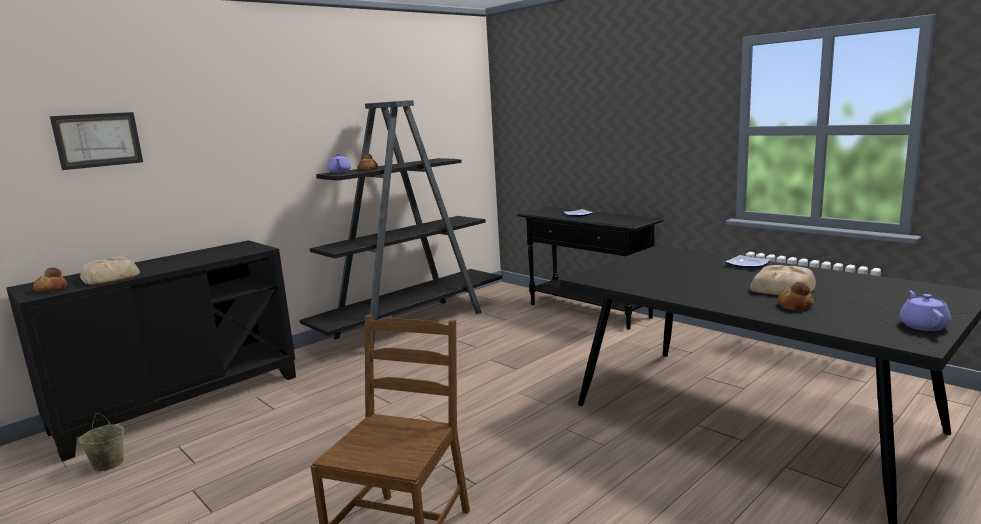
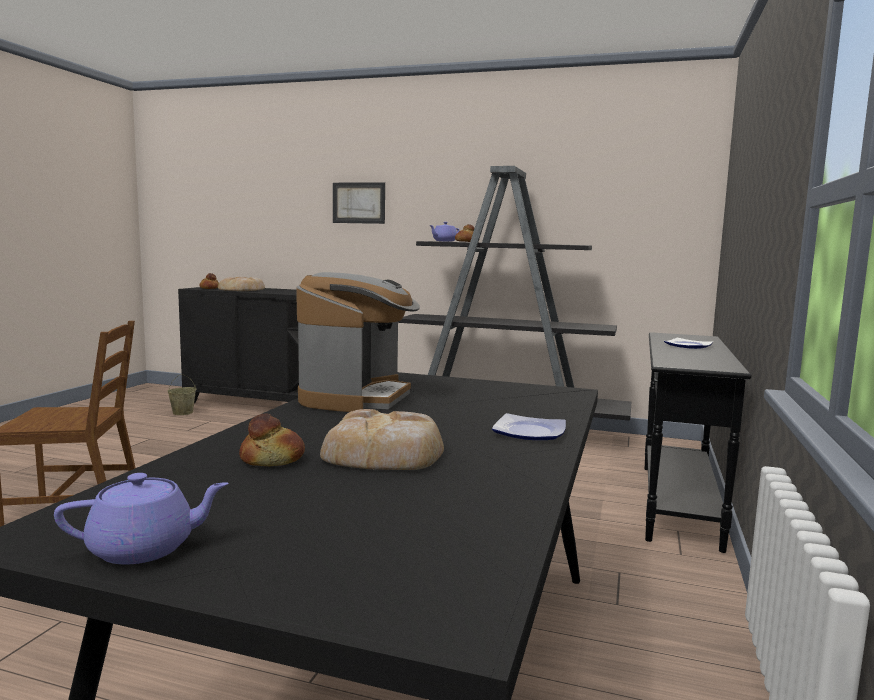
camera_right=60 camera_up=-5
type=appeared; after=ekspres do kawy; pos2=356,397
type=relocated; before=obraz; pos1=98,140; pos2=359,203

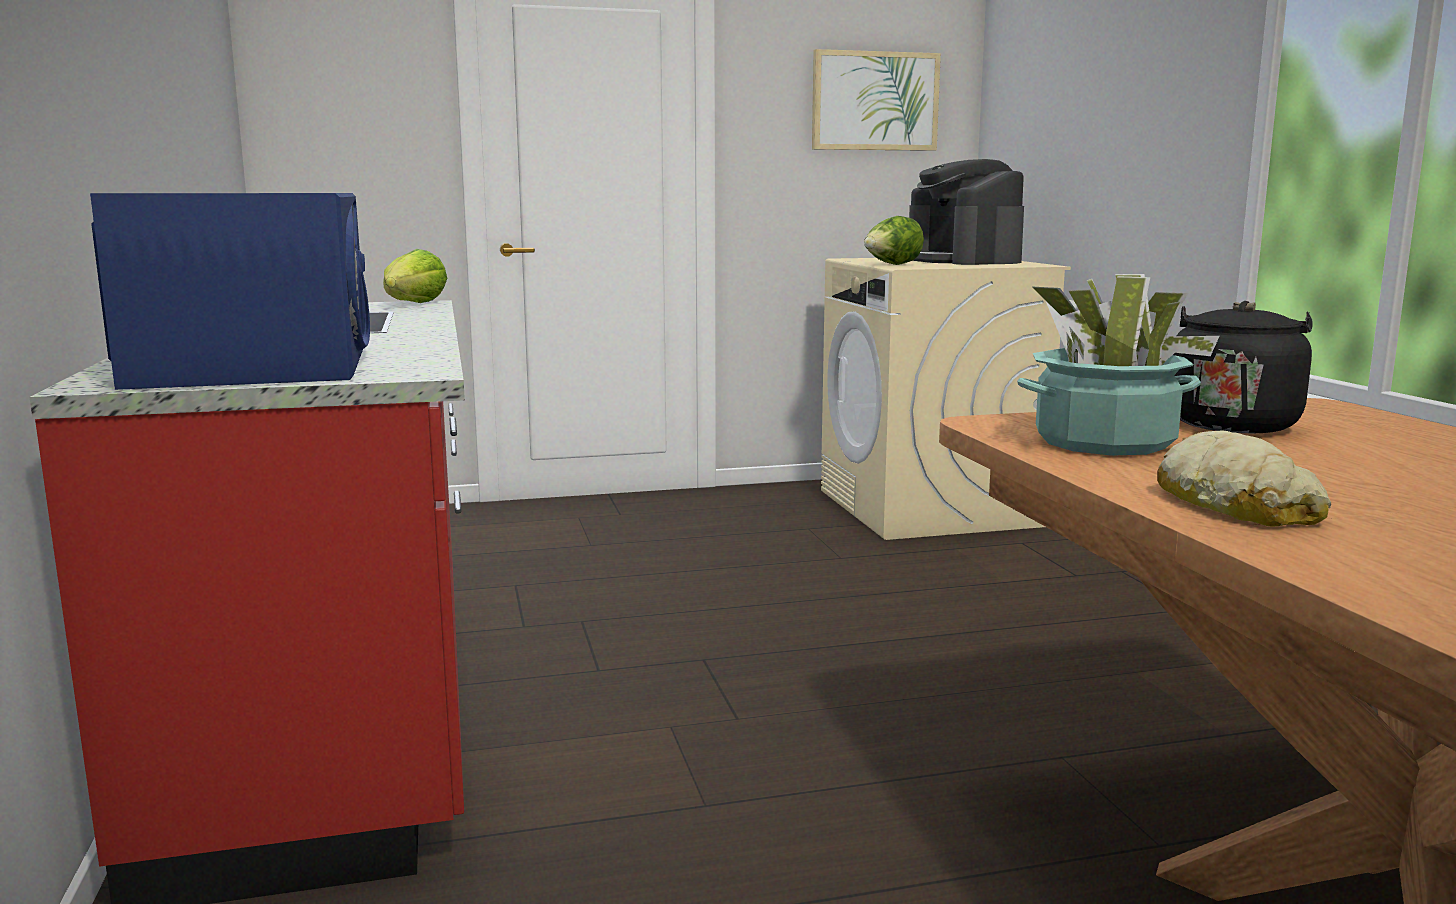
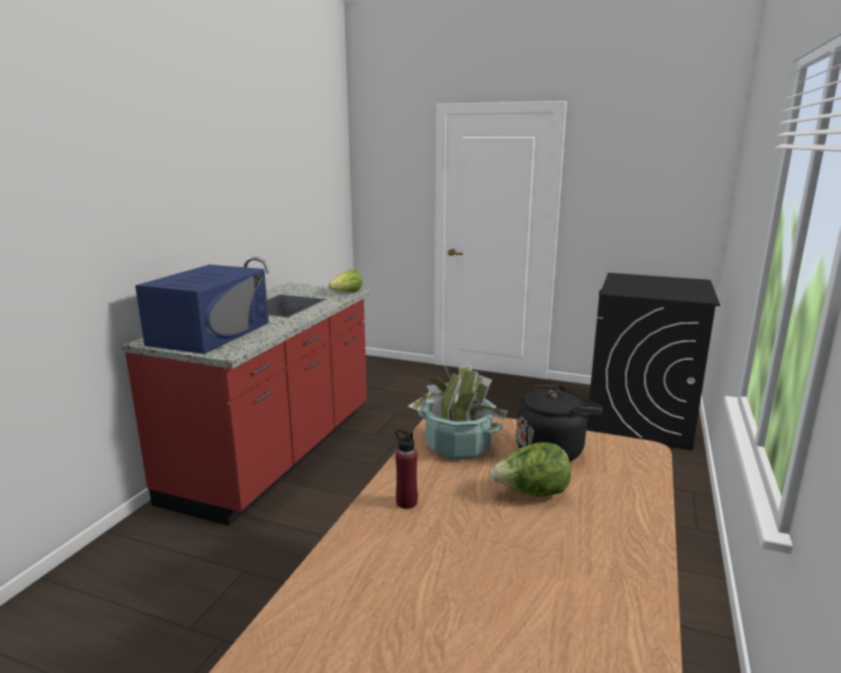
camera_right=35 camera_up=5
type=missing; before=obraz; pos1=874,101
type=missing; before=ekspres do kawy; pos1=963,260
type=relocated; before=sałata; pos1=892,265; pos2=531,494
type=exchanged; before=chleb; after=butelka [czerwony]; pos1=1237,504; pos2=406,502
type=colour; before=pralka [beżowy]; after=pralka [czarny]; pos1=929,508; pos2=639,420

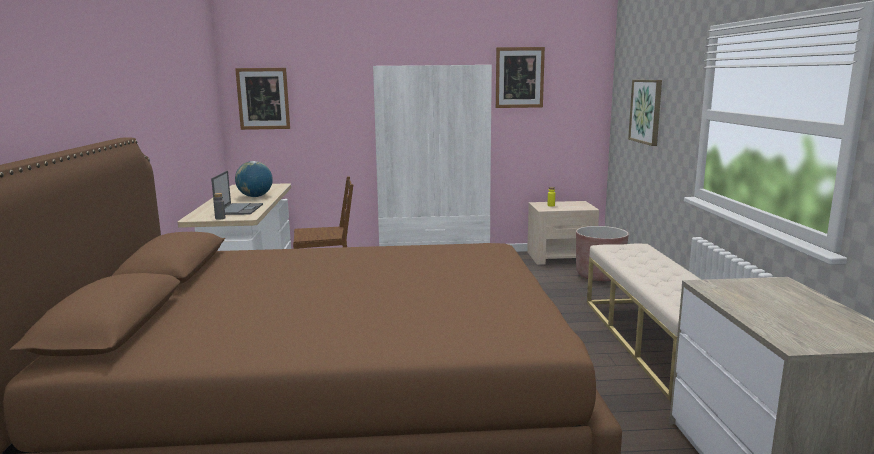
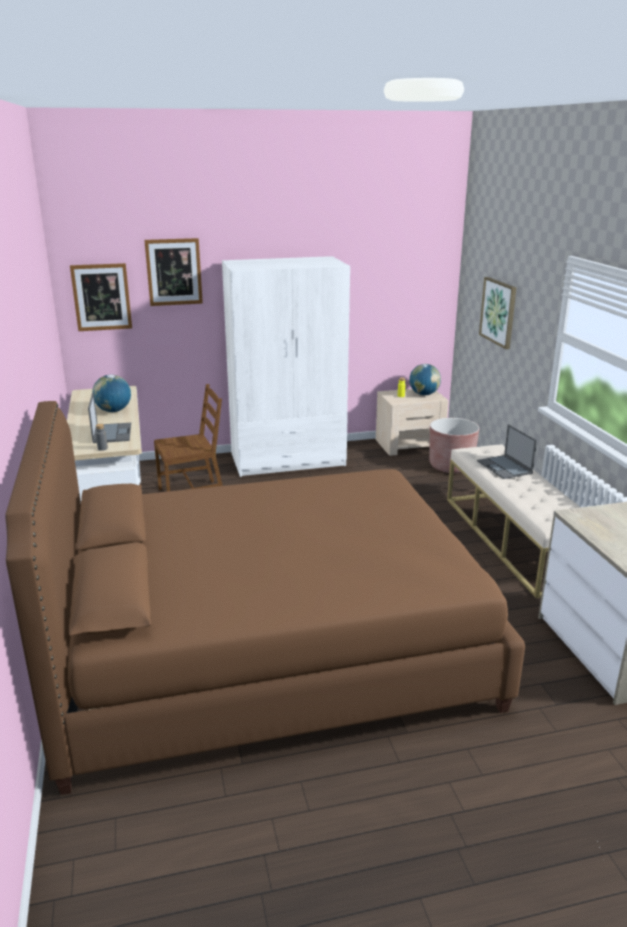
camera_right=-10 camera_up=10
type=appeared; after=globus; pos2=424,394
type=appeared; after=laptop; pos2=505,467
type=relocated; before=obraz; pos1=519,77; pos2=174,272

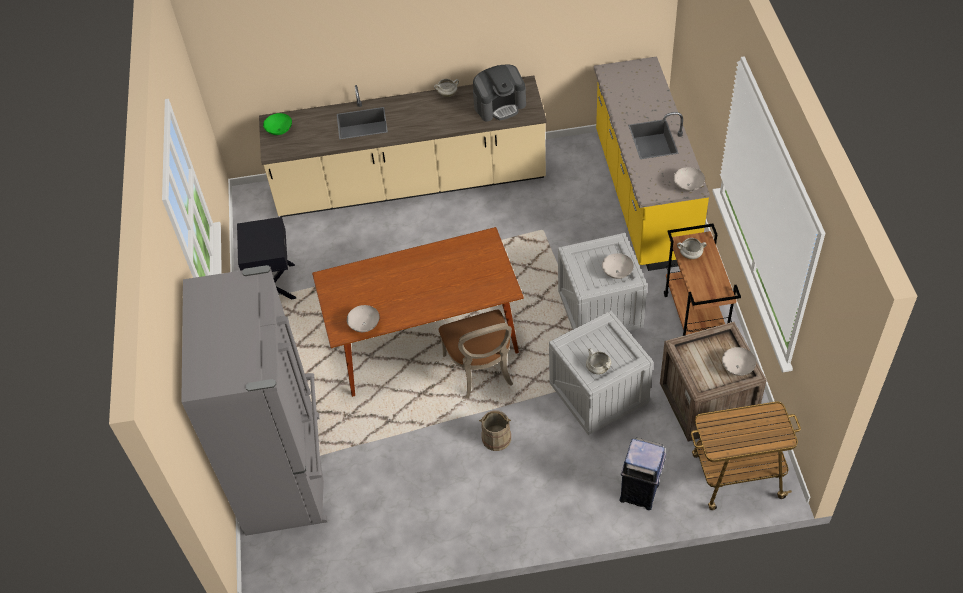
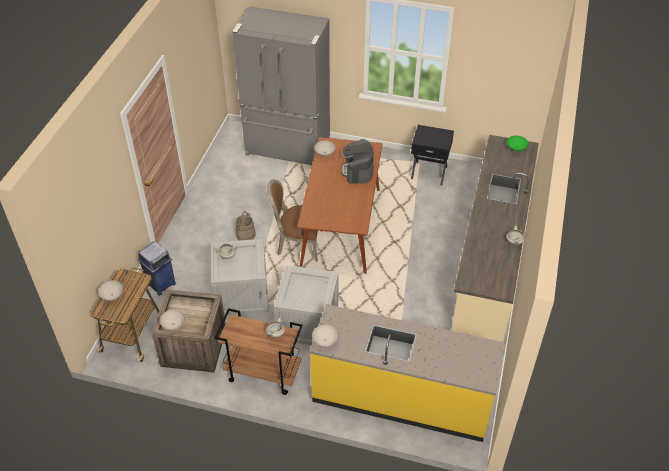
camera_right=110 camera_up=-5
type=relocated; before=ekspres do kawy; pos1=500,105; pos2=357,171
type=relocated; before=miska [biały]; pos1=617,272; pos2=112,296

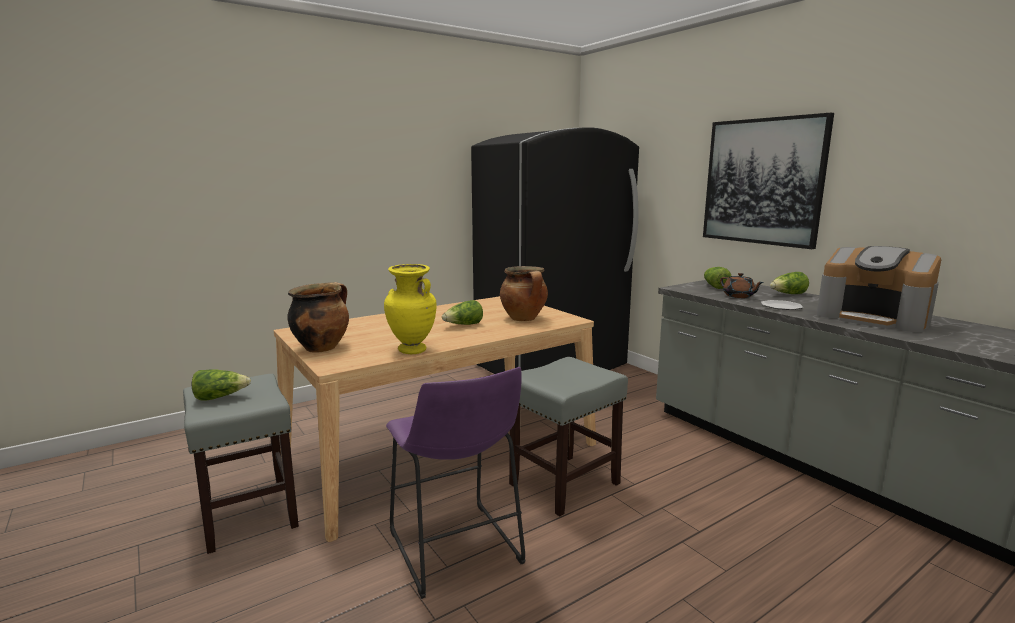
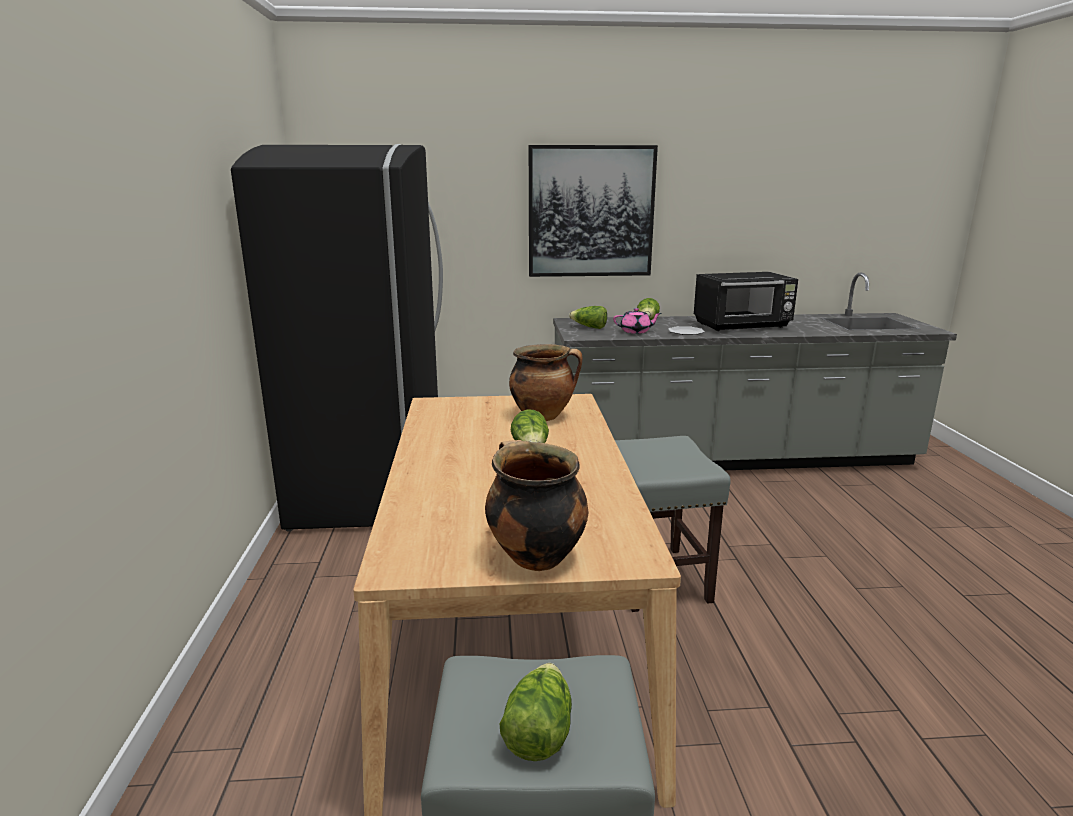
camera_right=-60 camera_up=5
type=missing; before=wazon [żółty]; pos1=412,350
type=missing; before=stołek [fioletowy]; pos1=456,552
type=exchanged; before=ekspres do kawy; after=mikrofalówka [czarny]; pos1=873,318; pos2=742,326
type=colour; before=imbryk [brązowy]; after=imbryk [różowy]; pos1=739,296; pos2=636,331

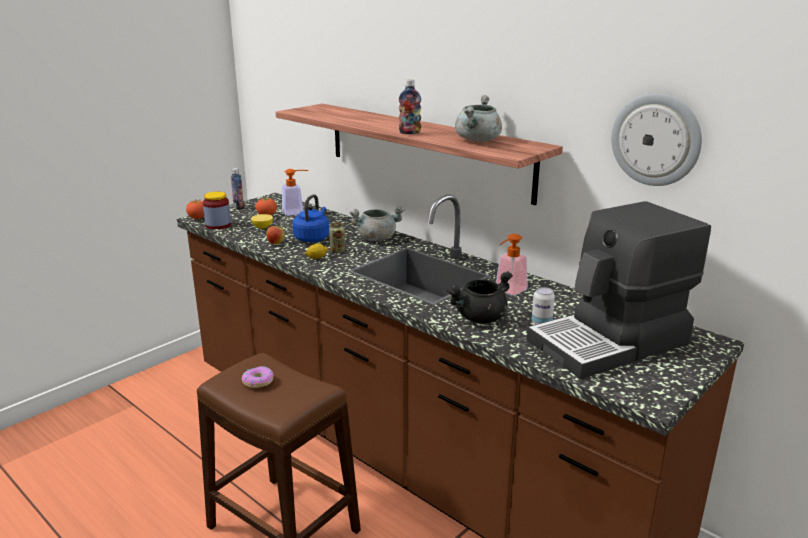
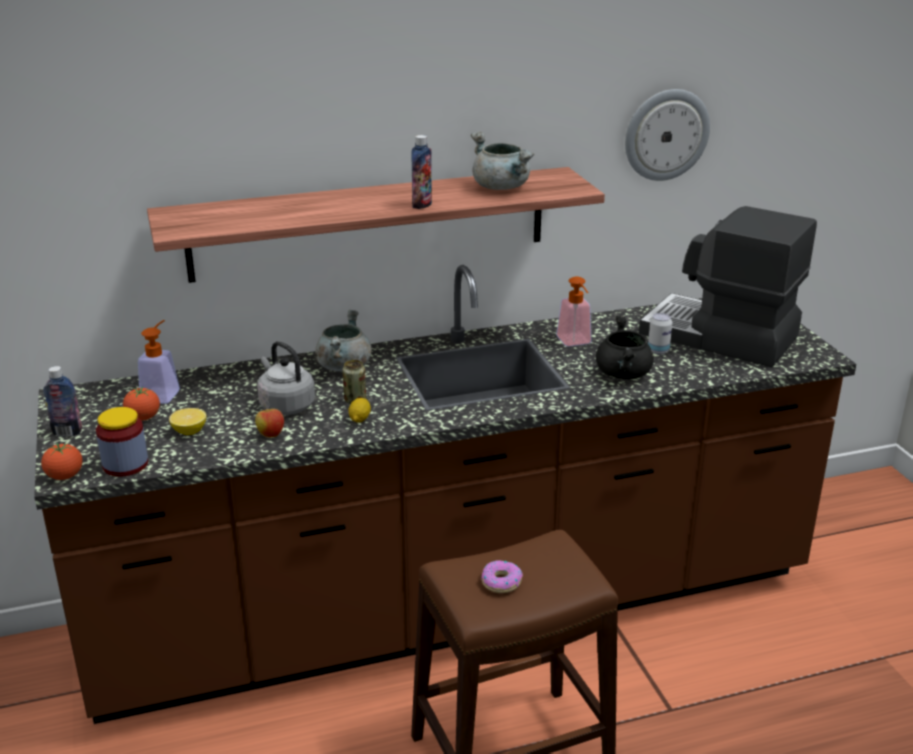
camera_right=-60 camera_up=5
type=colour; before=czajnik [niebieski]; after=czajnik [szary]; pos1=312,238; pos2=285,405
type=spun; before=ekspres do kawy; pos1=611,342; pos2=719,336; turn=120

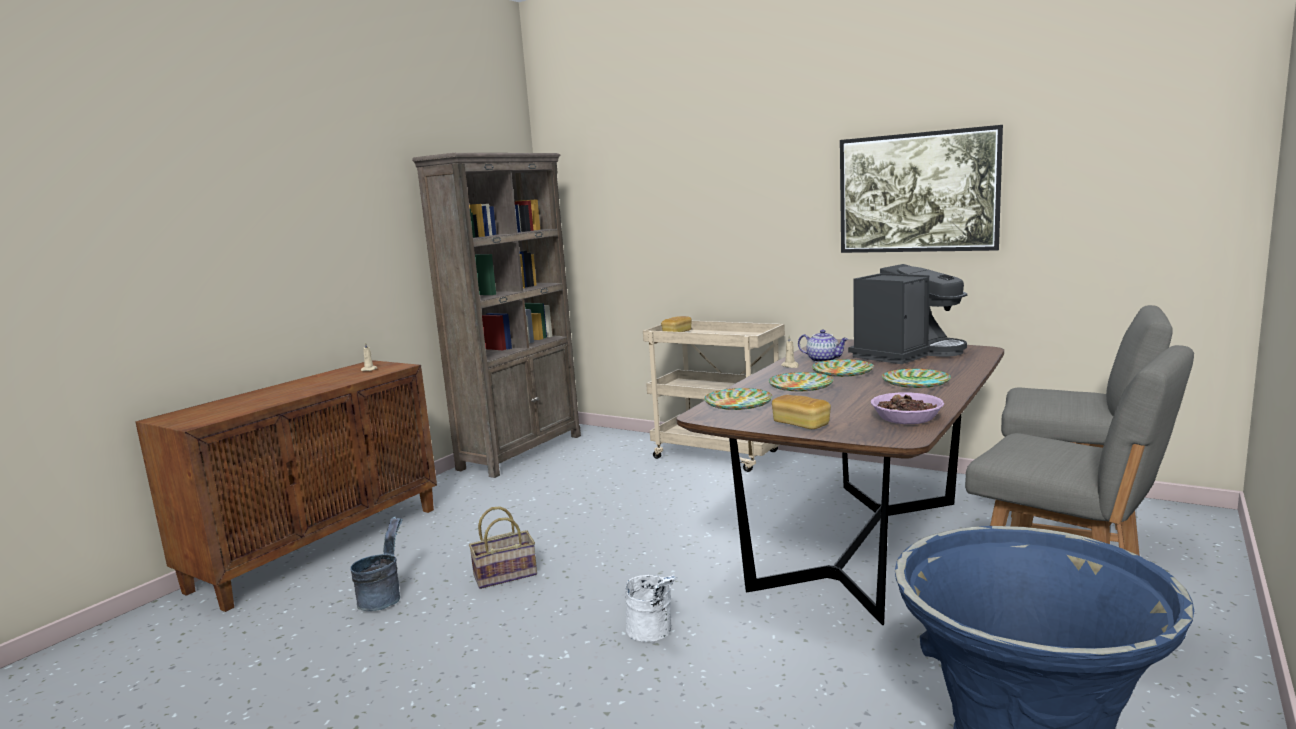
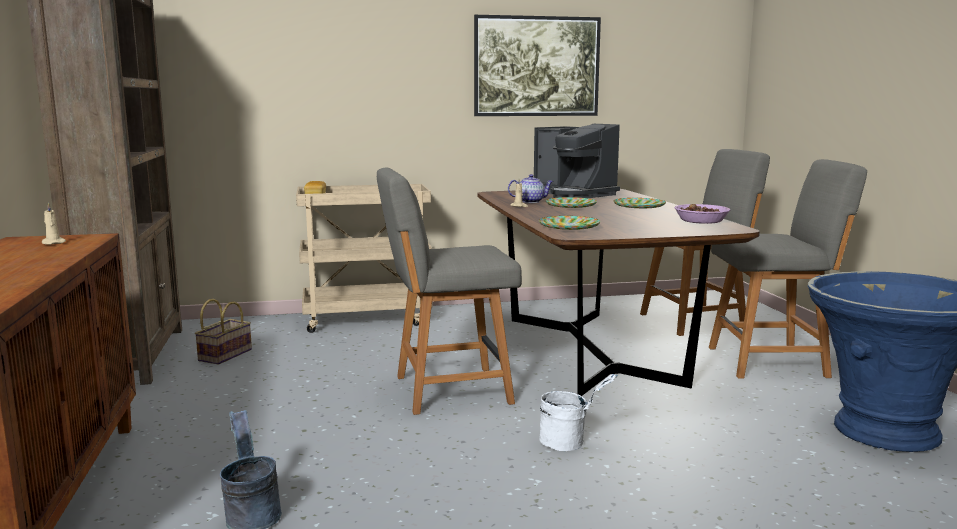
camera_right=-45 camera_up=0
type=missing; before=talerz; pos1=801,386
type=missing; before=chleb; pos1=801,424
type=appeared; after=krzesło [szary]; pos2=448,390
type=relocated; before=koszyk; pos1=506,574; pos2=225,354
type=spun; before=ekspres do kawy; pos1=907,353; pos2=573,194; turn=135

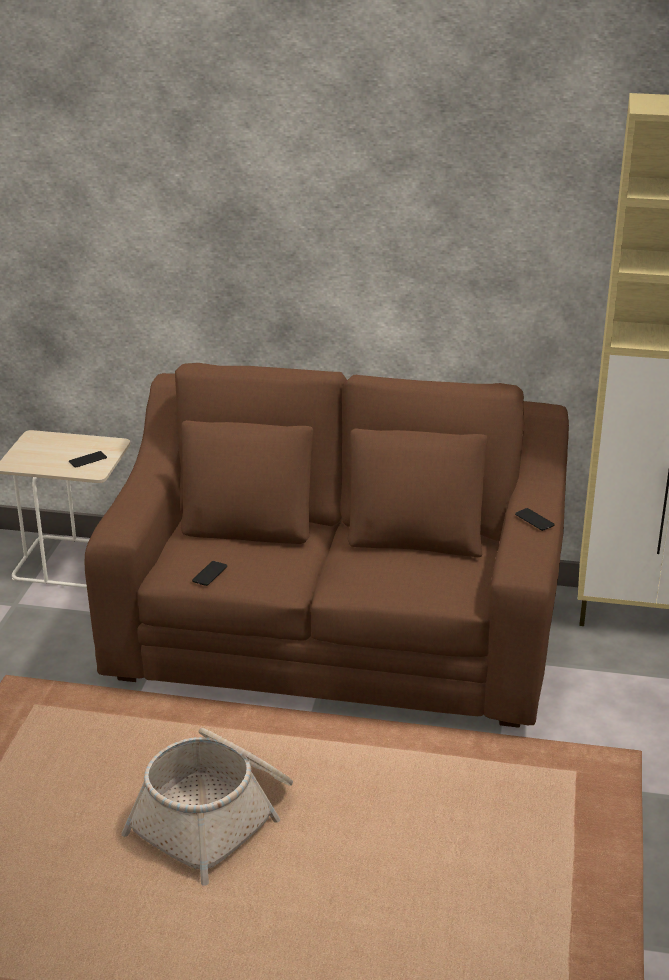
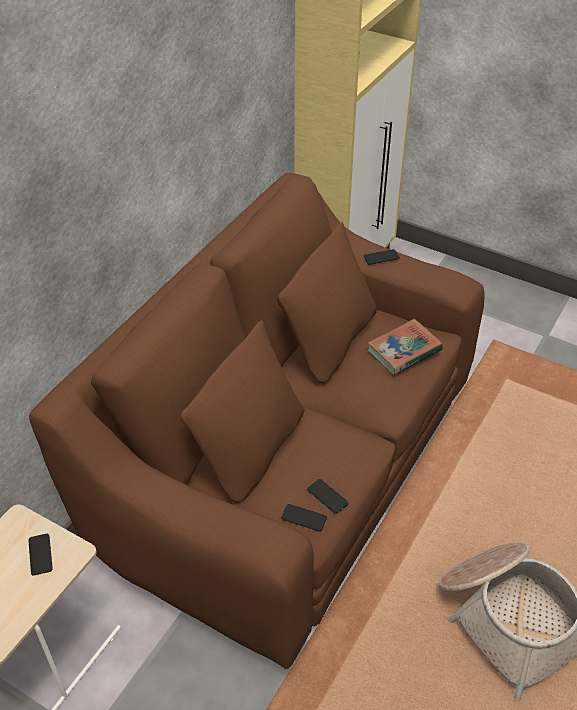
camera_right=-70 camera_up=15
type=appeared; after=telefon; pos2=304,518
type=appeared; after=książka; pos2=404,350

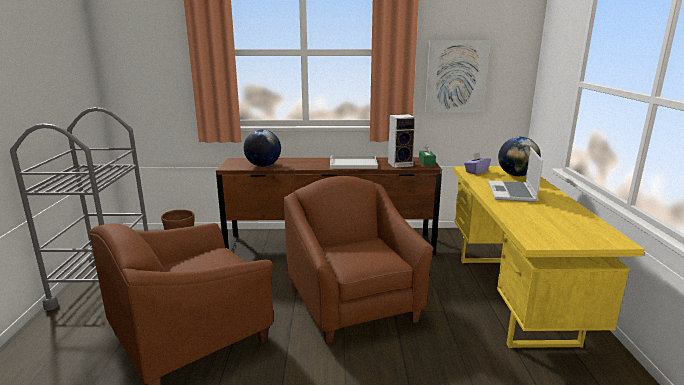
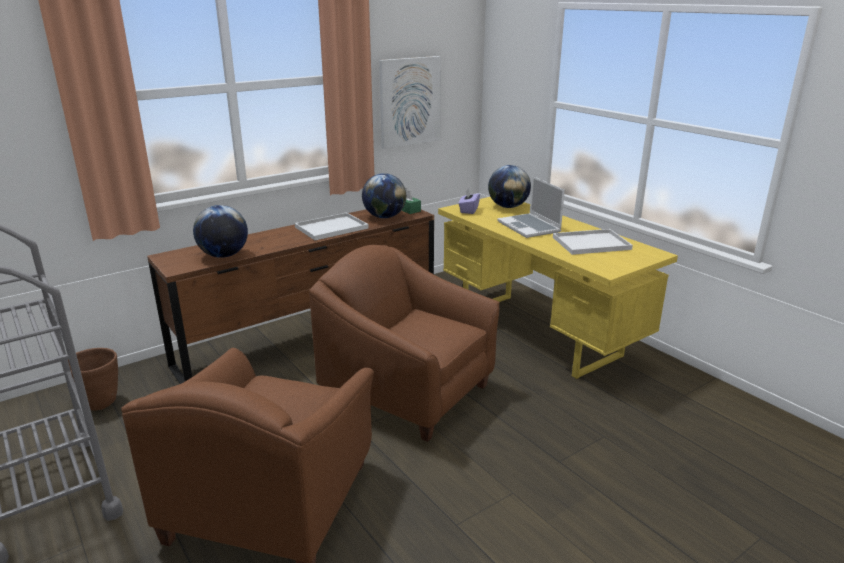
camera_right=-35 camera_up=5
type=appeared; after=taca [biały]; pos2=592,243
type=exchanged; before=głośnik; after=globus; pos1=401,164; pos2=384,217

